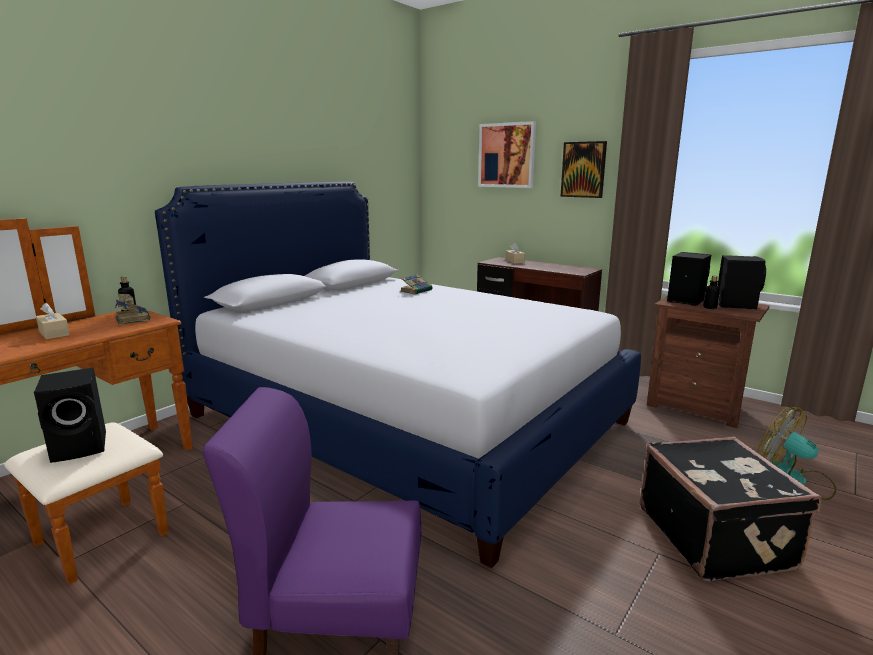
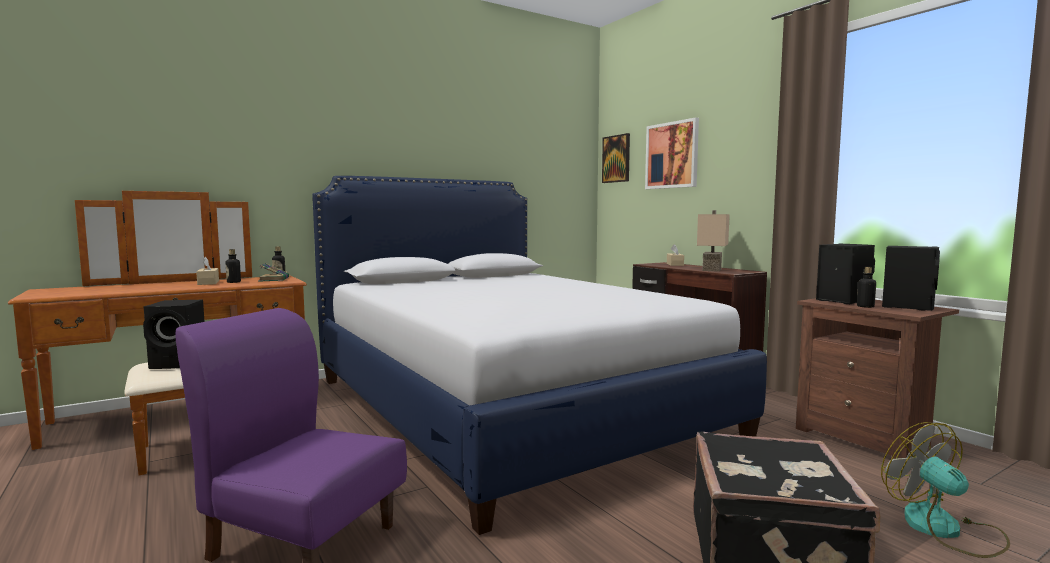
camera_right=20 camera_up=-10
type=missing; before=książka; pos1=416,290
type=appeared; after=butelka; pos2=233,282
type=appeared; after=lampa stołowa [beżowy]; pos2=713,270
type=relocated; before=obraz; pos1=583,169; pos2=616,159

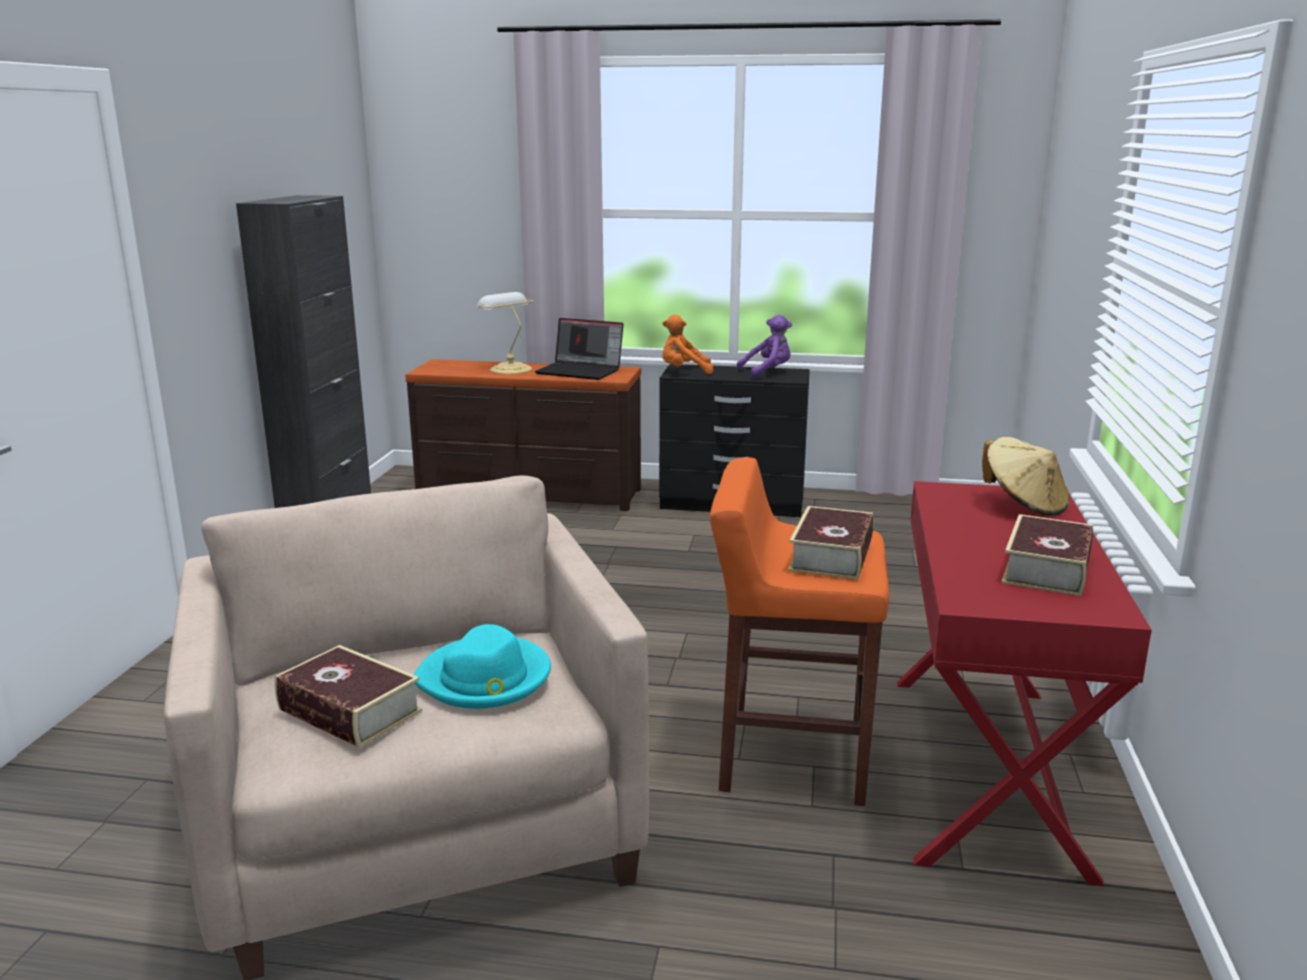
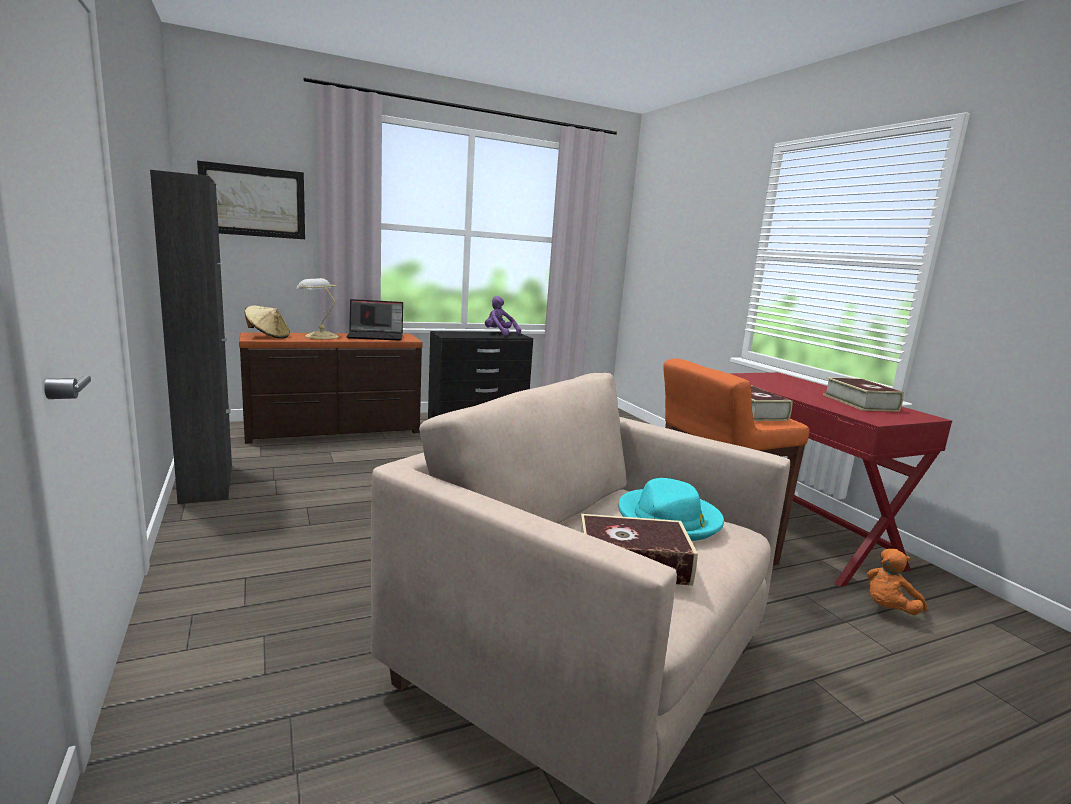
camera_right=-35 camera_up=-5
type=appeared; after=obraz; pos2=253,201
type=relocated; before=pluszak [pomarańczowy]; pos1=684,372; pos2=888,610
type=relocated; before=kapelusz [beżowy]; pos1=1023,504; pos2=268,336
type=spun; before=pluszak [fioletowy]; pos1=767,372; pos2=499,333; turn=-90

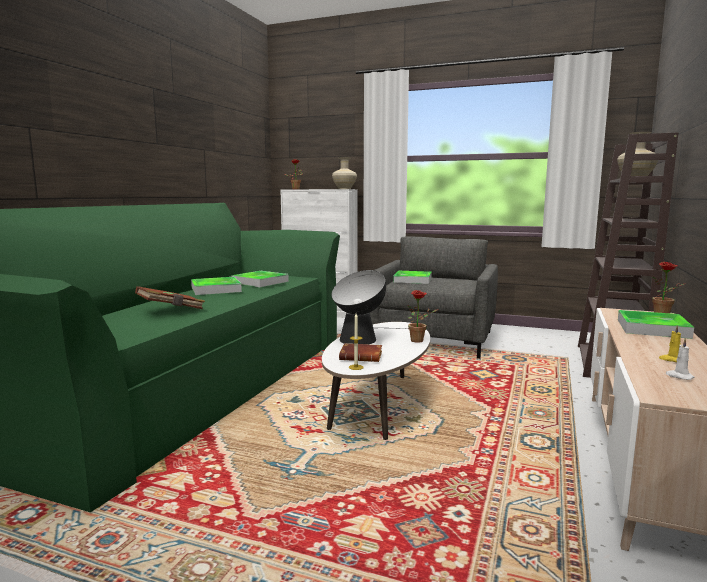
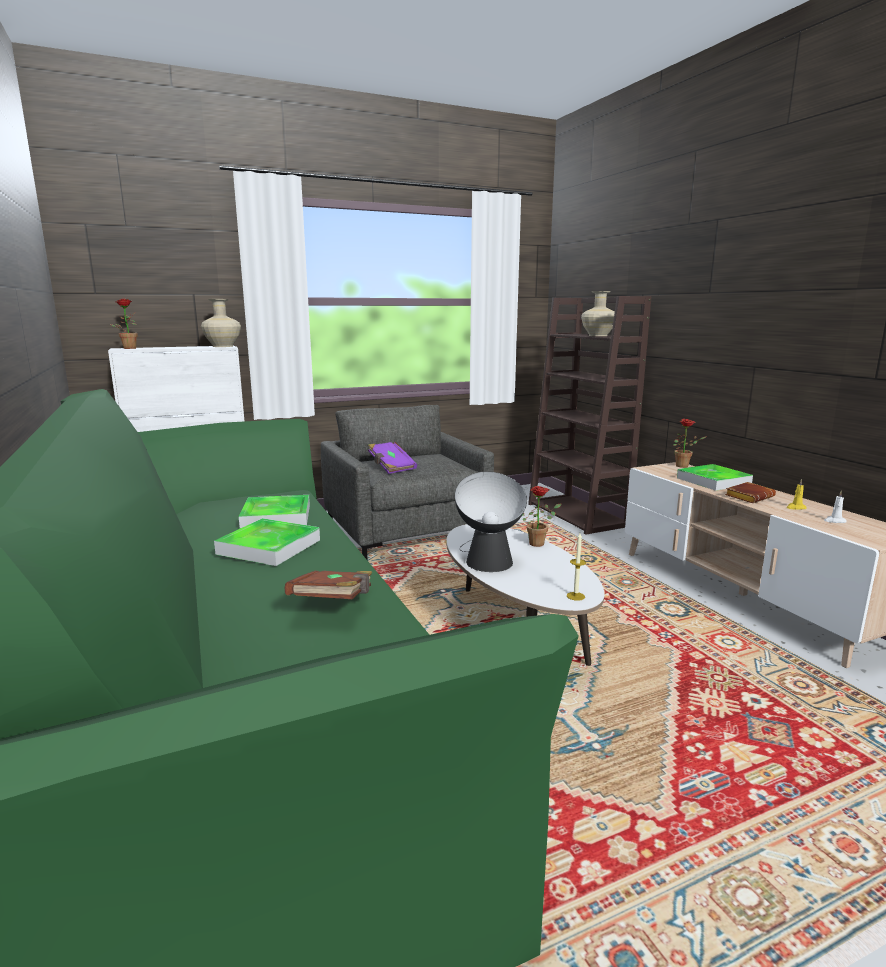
camera_right=-45 camera_up=5
type=relocated; before=książka [brązowy]; pos1=362,357; pos2=748,496
type=exchanged; before=taca; after=książka [fioletowy]; pos1=412,280; pos2=391,467

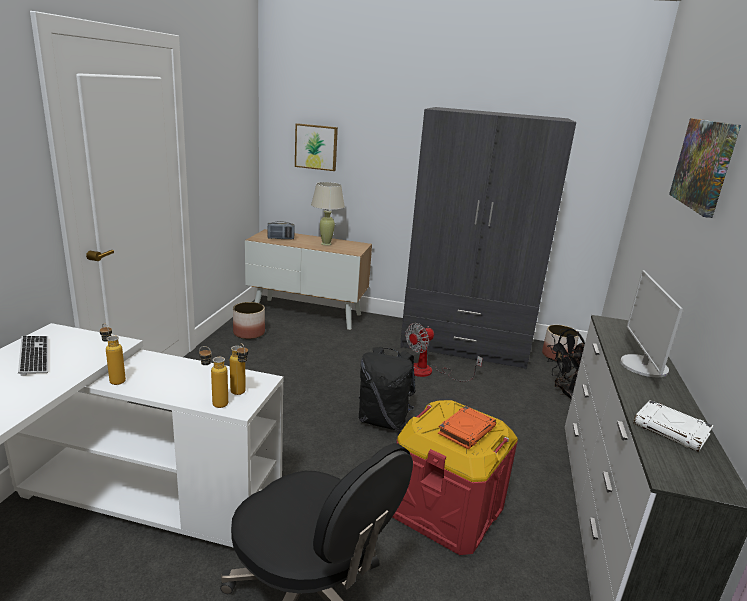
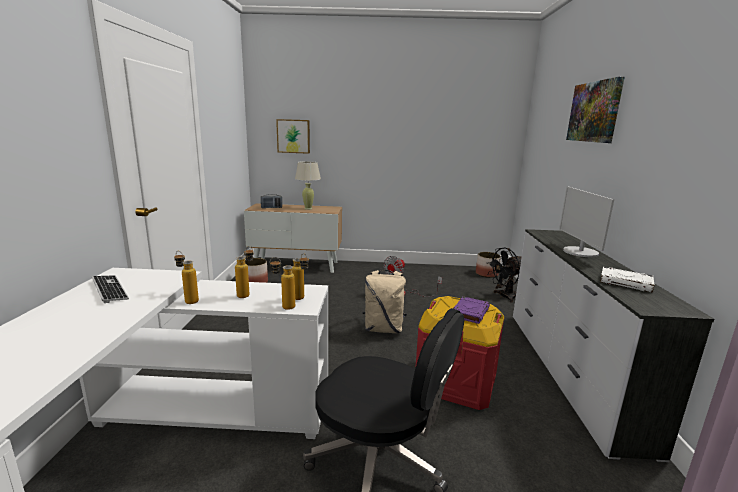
camera_right=-10 camera_up=-5
type=missing; before=szafa [szary]; pos1=465,344
type=appeared; after=butelka; pos2=247,294
type=colour; before=plecak [czarny]; after=plecak [beżowy]; pos1=383,421; pos2=383,329
type=colour; before=książka [pomarańczowy]; after=książka [fioletowy]; pos1=466,430; pos2=470,312

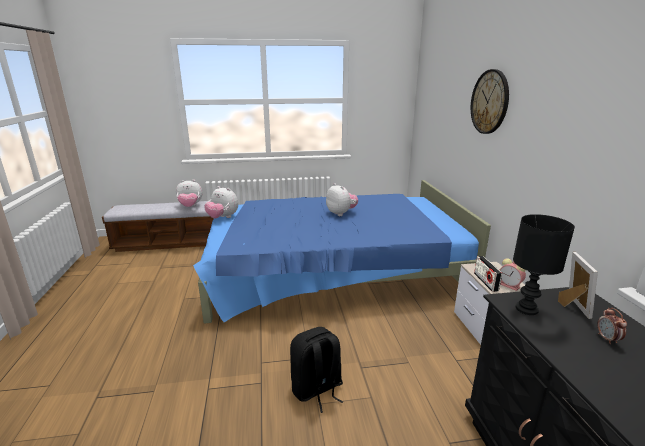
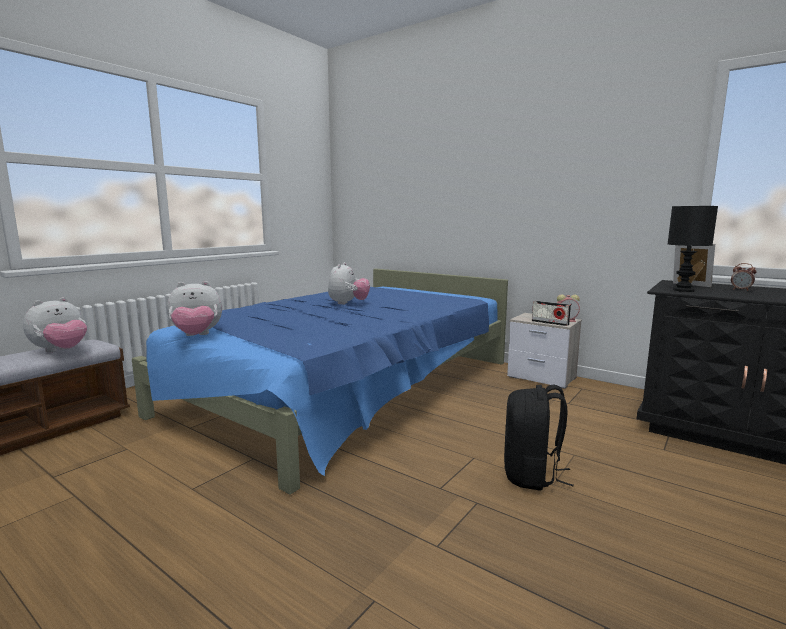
camera_right=-45 camera_up=-10
type=missing; before=zegar ścienny; pos1=489,102
type=spun; before=pluszak; pos1=341,213; pos2=348,304; turn=90

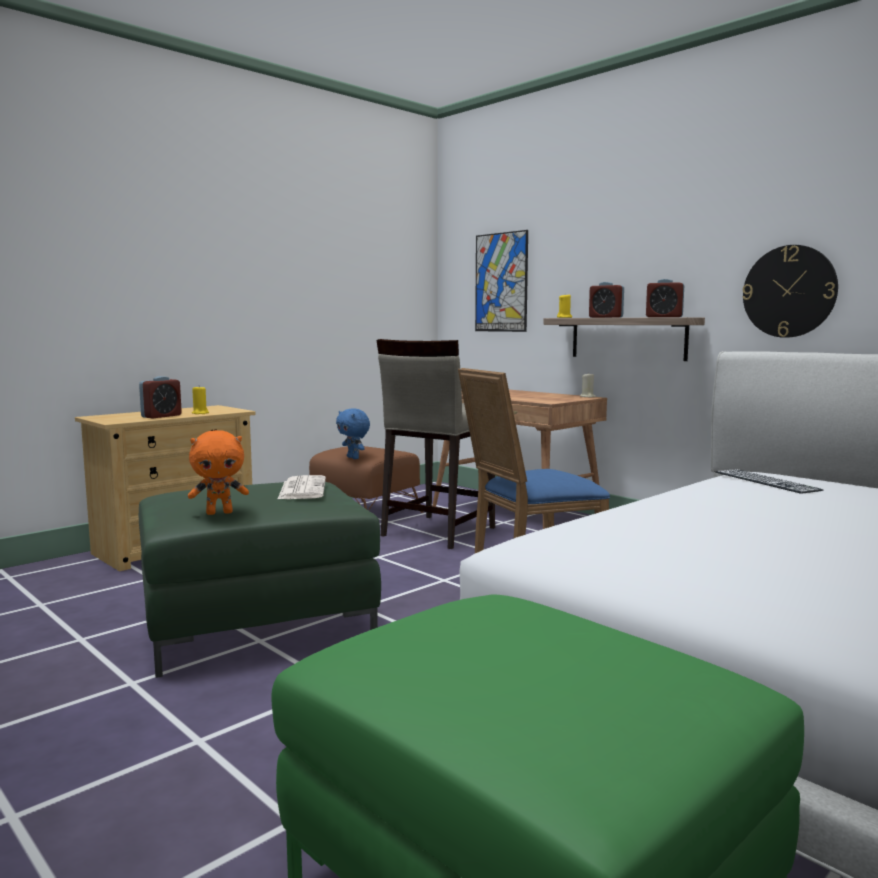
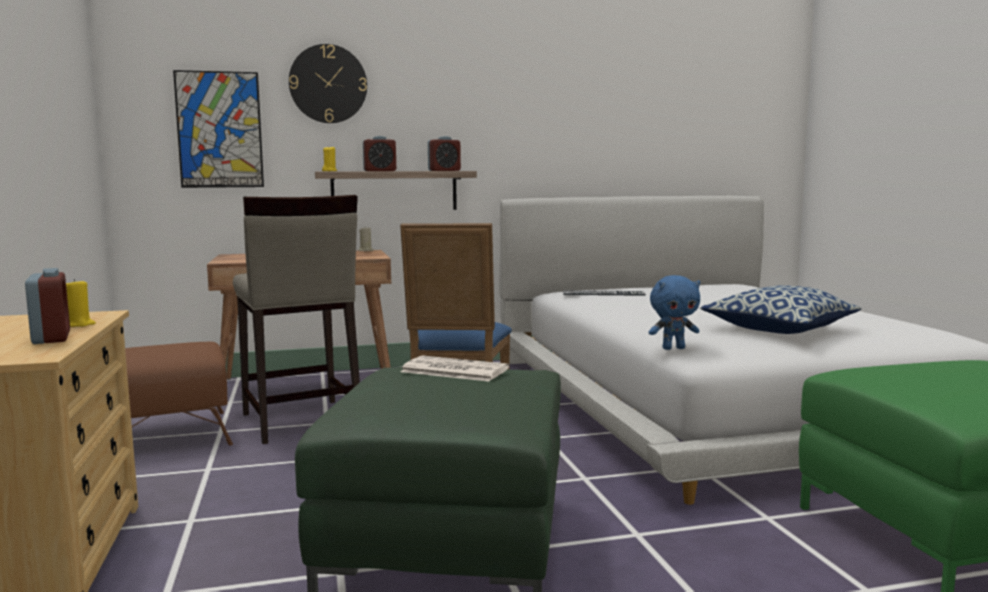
camera_right=-60 camera_up=0
type=missing; before=pluszak [pomarańczowy]; pos1=220,513
type=appeared; after=poduszka; pos2=779,329
type=relocated; before=pluszak [niebieski]; pos1=354,458; pos2=673,348
type=relocated; before=zegar ścienny; pos1=789,291; pos2=328,84

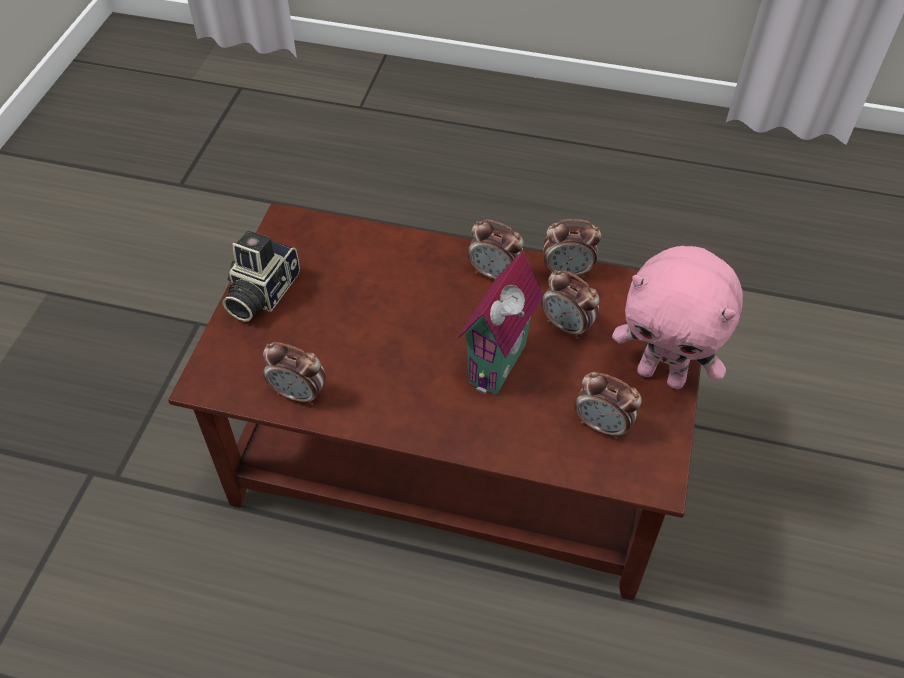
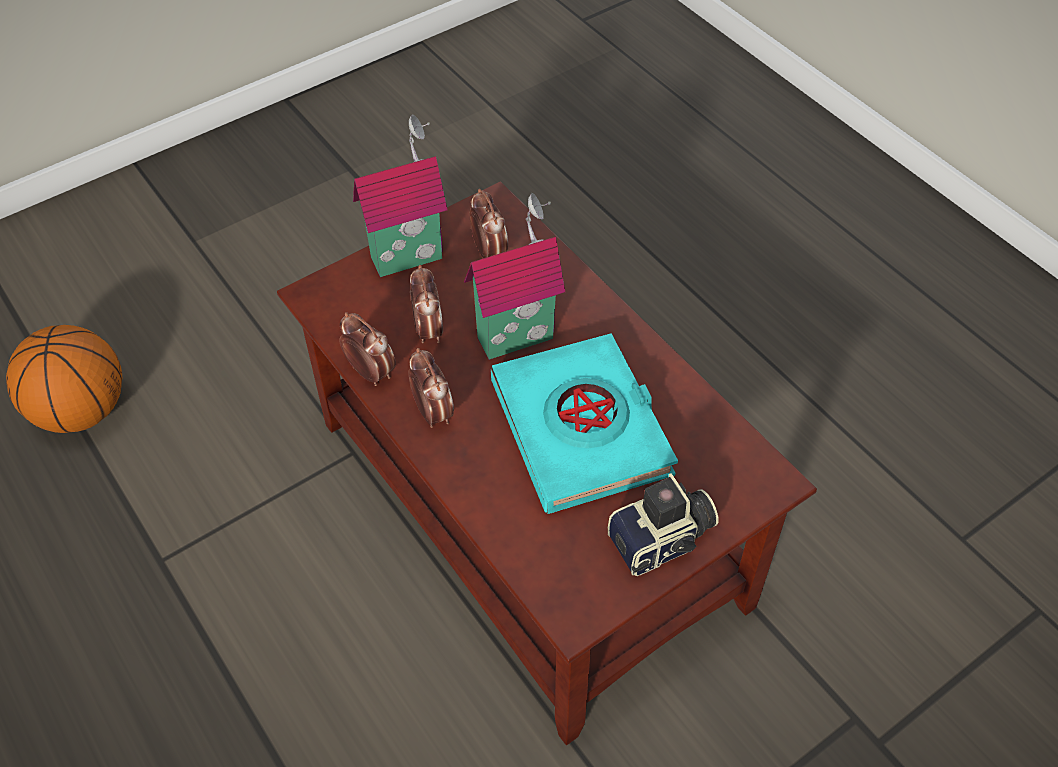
camera_right=-140 camera_up=0
type=missing; before=budzik; pos1=299,393
type=appeared; after=piłka do koszykówki; pos2=82,410
type=appeared; after=książka [turkusowy]; pos2=581,429
type=exchanged; before=pluszak [różowy]; after=domek; pos1=662,374; pos2=405,254

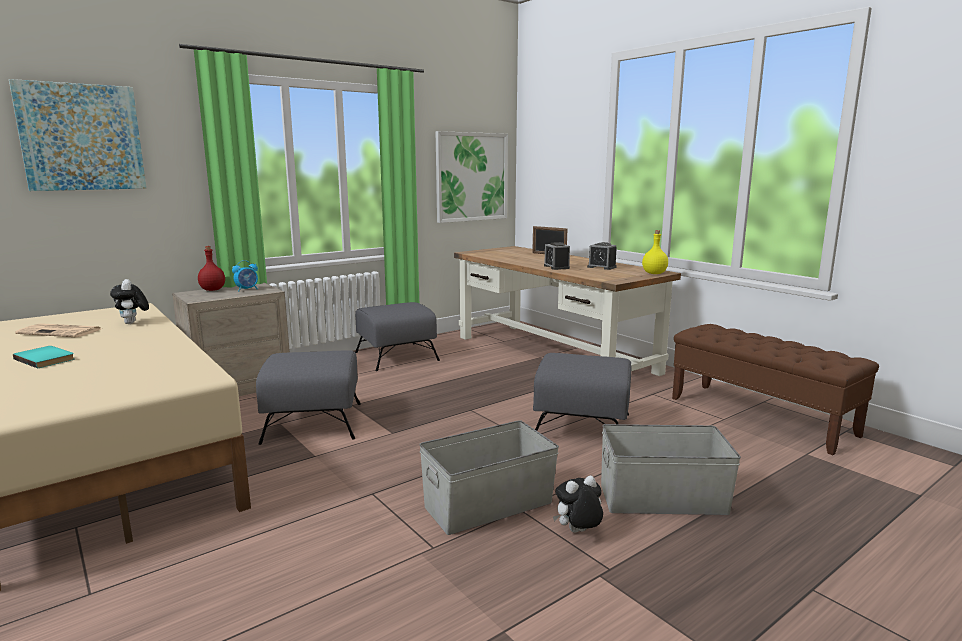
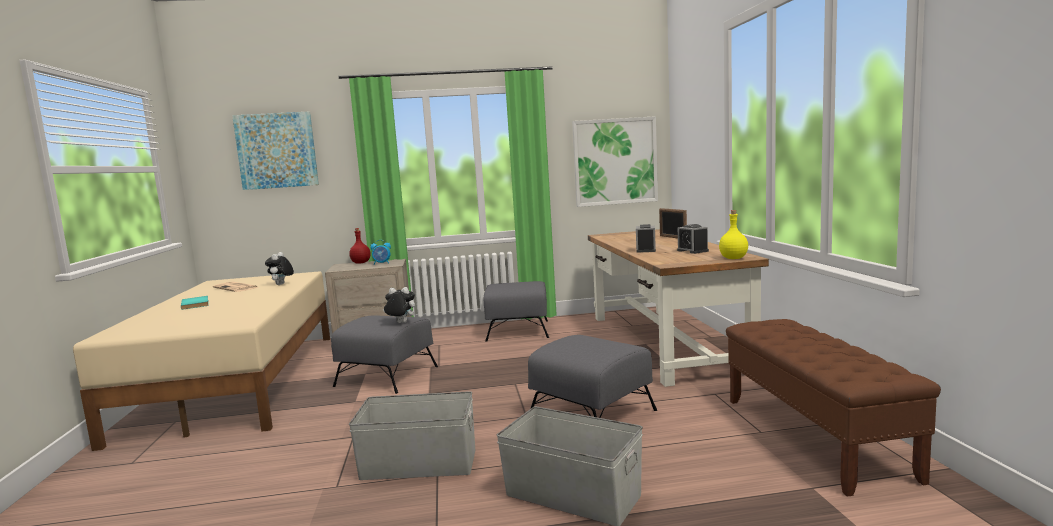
camera_right=30 camera_up=-5
type=relocated; before=pluszak; pos1=578,532; pos2=400,323

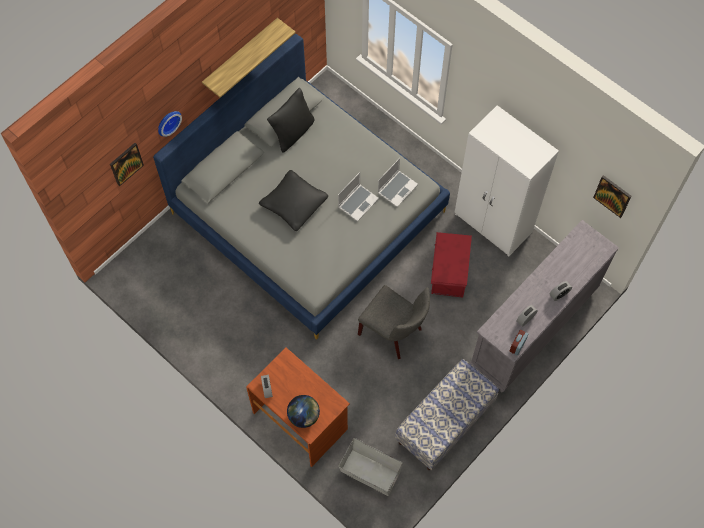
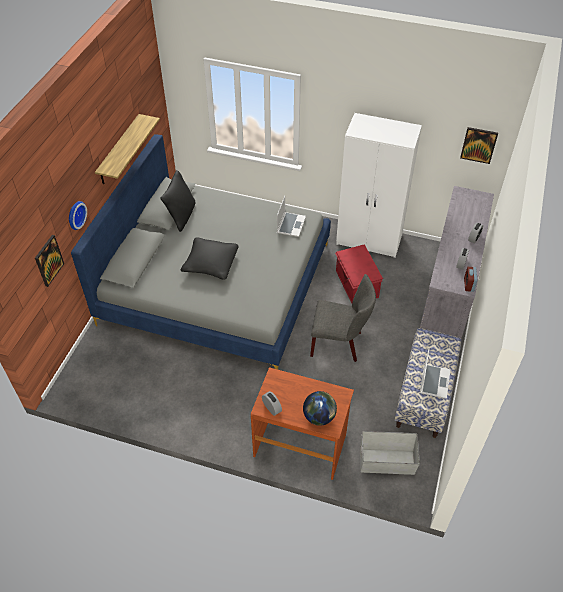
camera_right=-25 camera_up=-15
type=relocated; before=laptop; pos1=358,202; pos2=434,381

